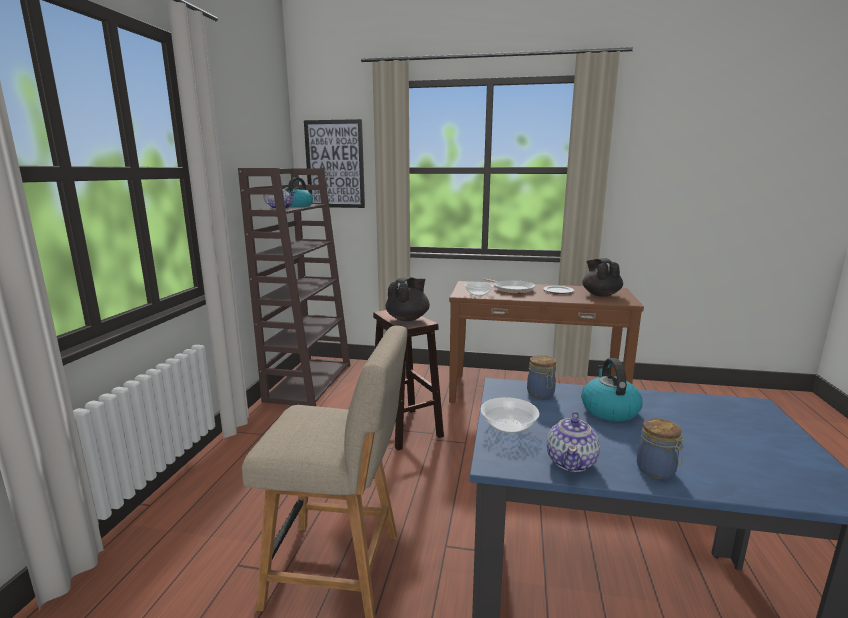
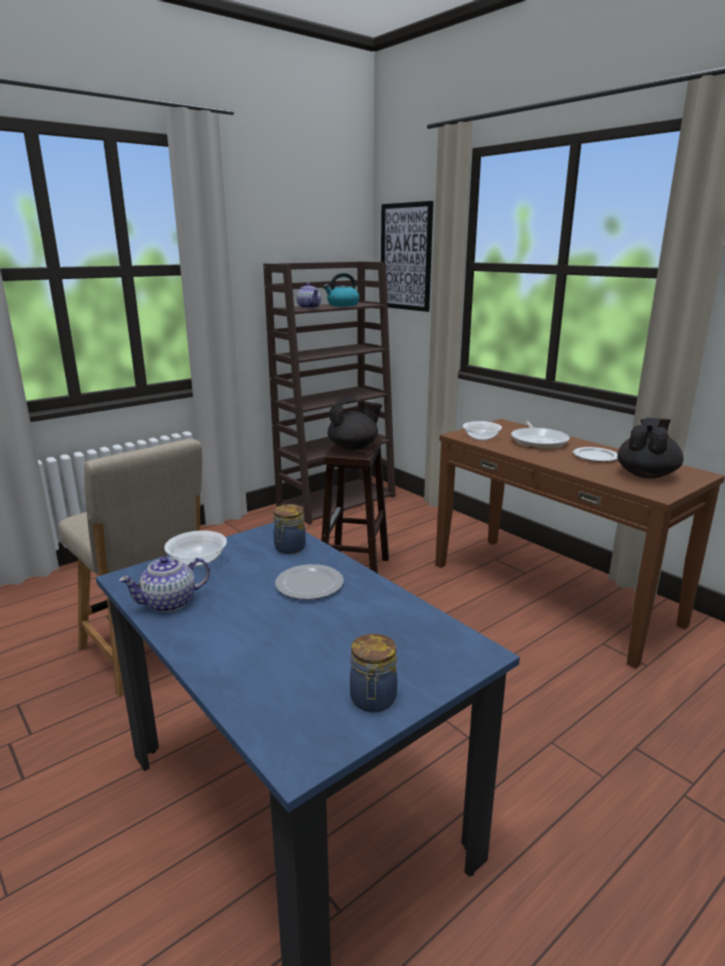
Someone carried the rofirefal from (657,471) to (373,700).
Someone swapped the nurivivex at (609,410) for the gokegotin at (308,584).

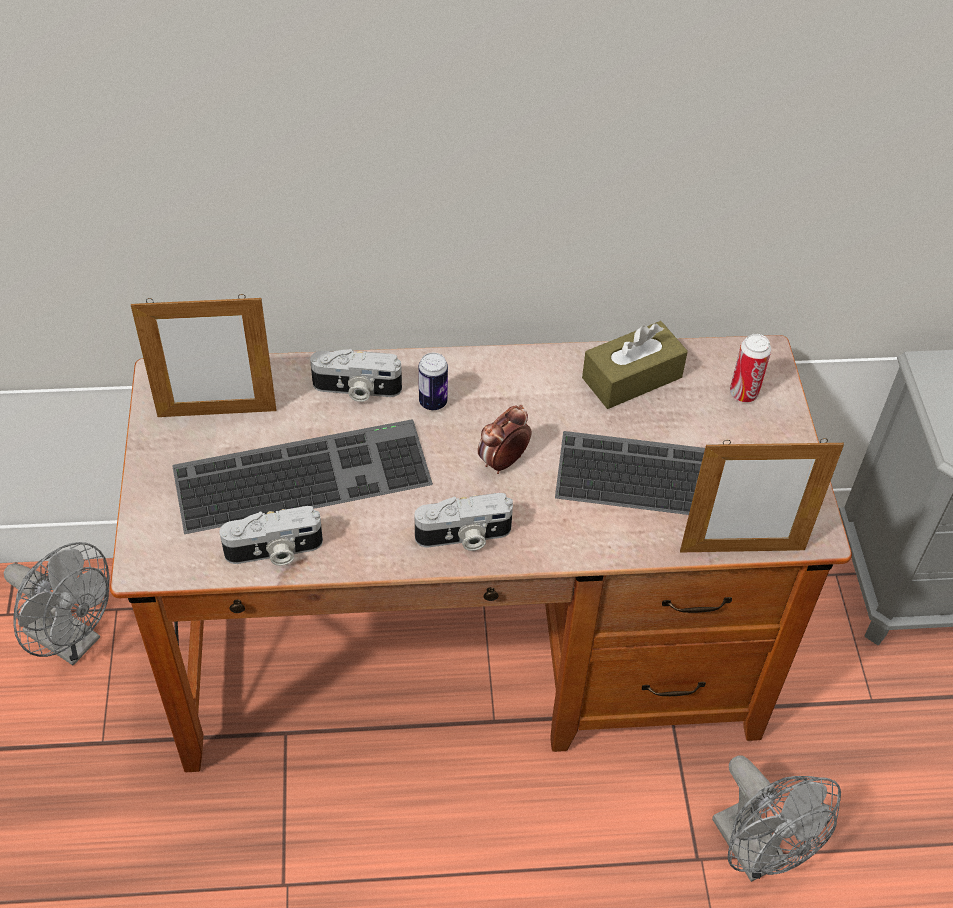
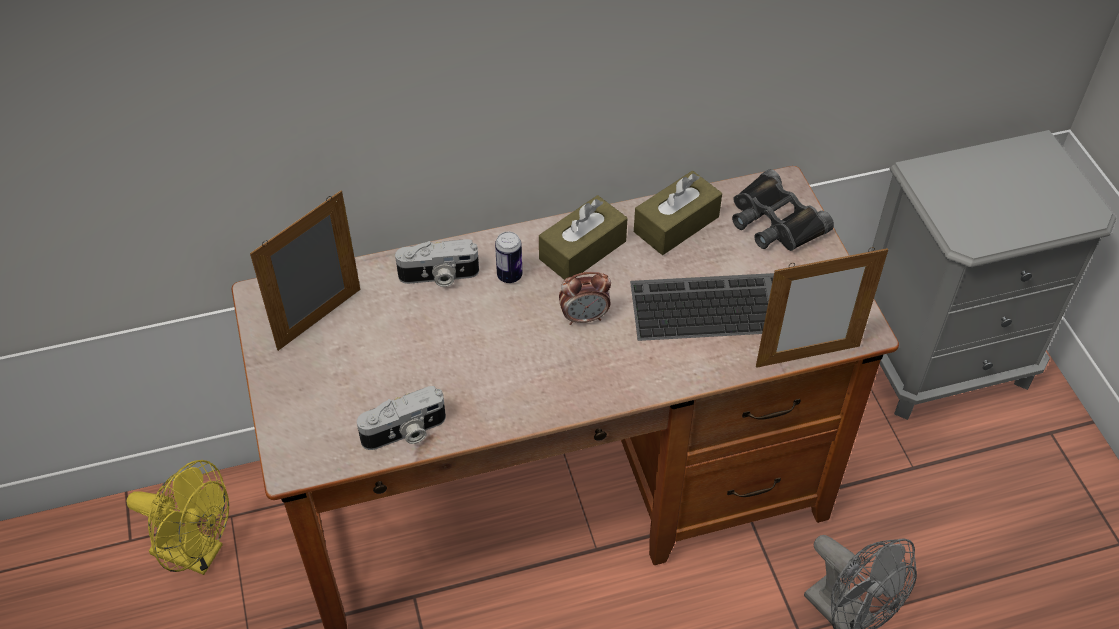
Someone took away the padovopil at (304,472).
Someone took away the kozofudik at (464,537).
Someone put down the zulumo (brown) at (582,250).
Someone swapped the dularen at (743,393) for the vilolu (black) at (774,221).
Someone repainted the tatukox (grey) at (72,641), which became the tatukox (yellow) at (197,553).
Someone rotated the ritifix at (217,413) by 150 degrees clockwise.
Someone rotated the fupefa at (503,462) by 135 degrees counterclockwise.

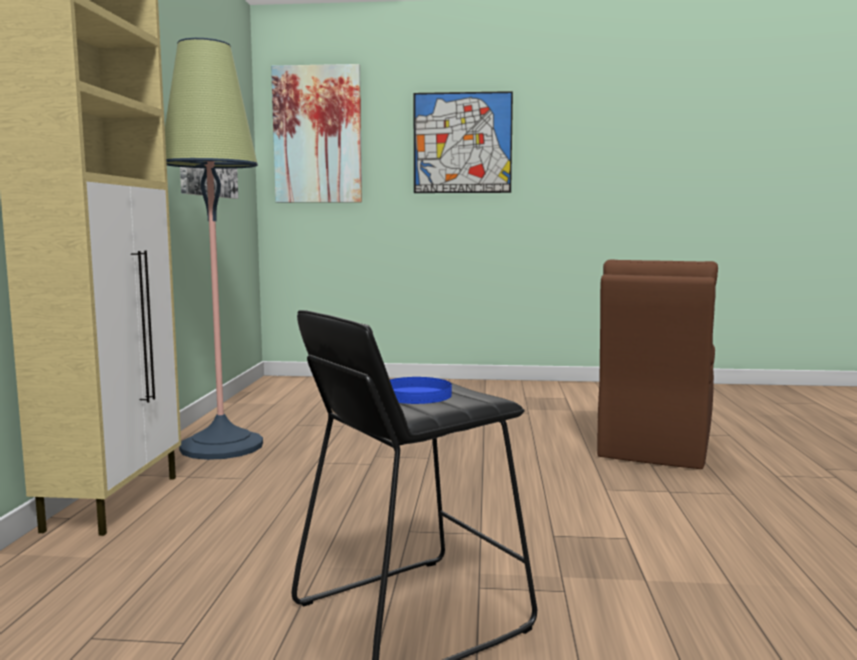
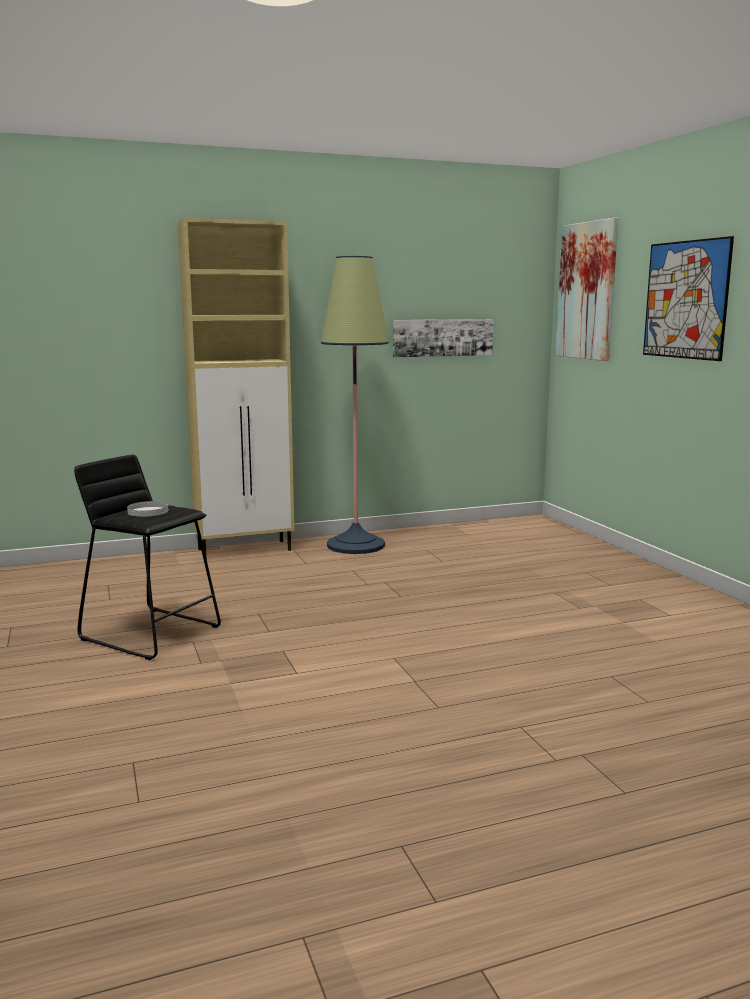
Someone took away the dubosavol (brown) at (654,446).
Someone repainted the gokegotin (blue) at (416,395), which became the gokegotin (white) at (148,511).

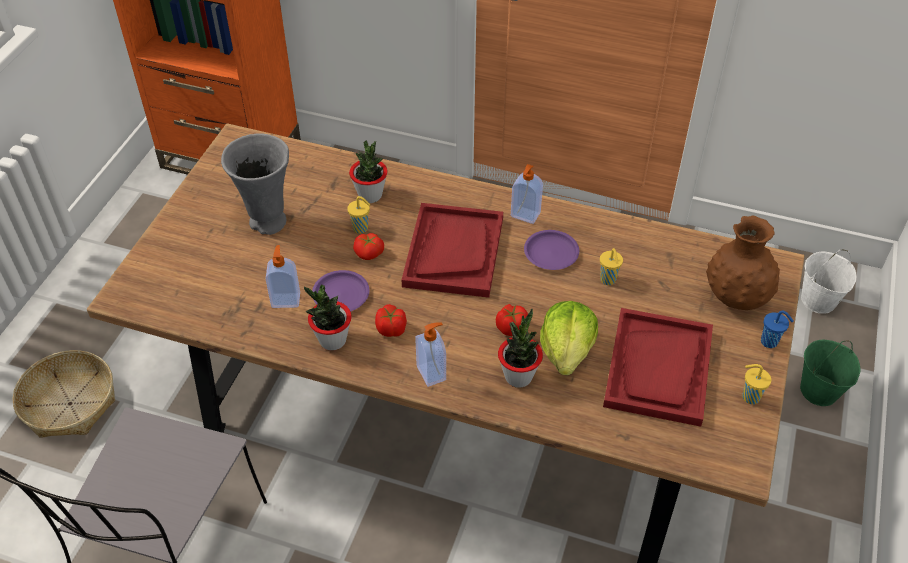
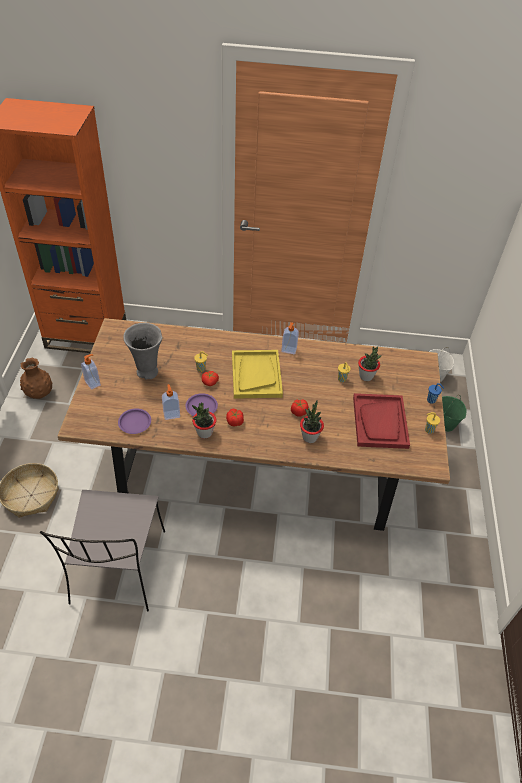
Someone took away the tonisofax at (567,350).
Someone carried the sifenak from (370,195) to (366,376).
Someone carried the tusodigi from (432,373) to (93,383).
Someone carried the gokegotin (purple) from (551,253) to (135,423).
Someone carried the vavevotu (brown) from (736,298) to (39,393).
Someone repainted the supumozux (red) at (453,252), which became the supumozux (yellow) at (256,375).

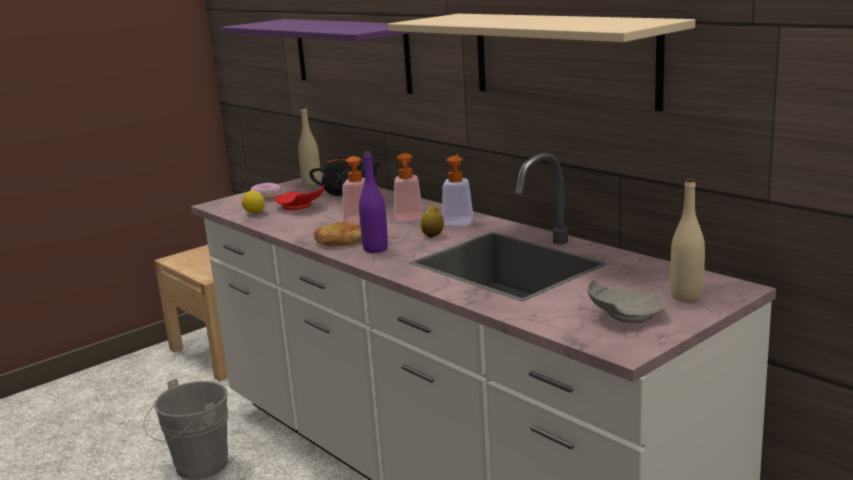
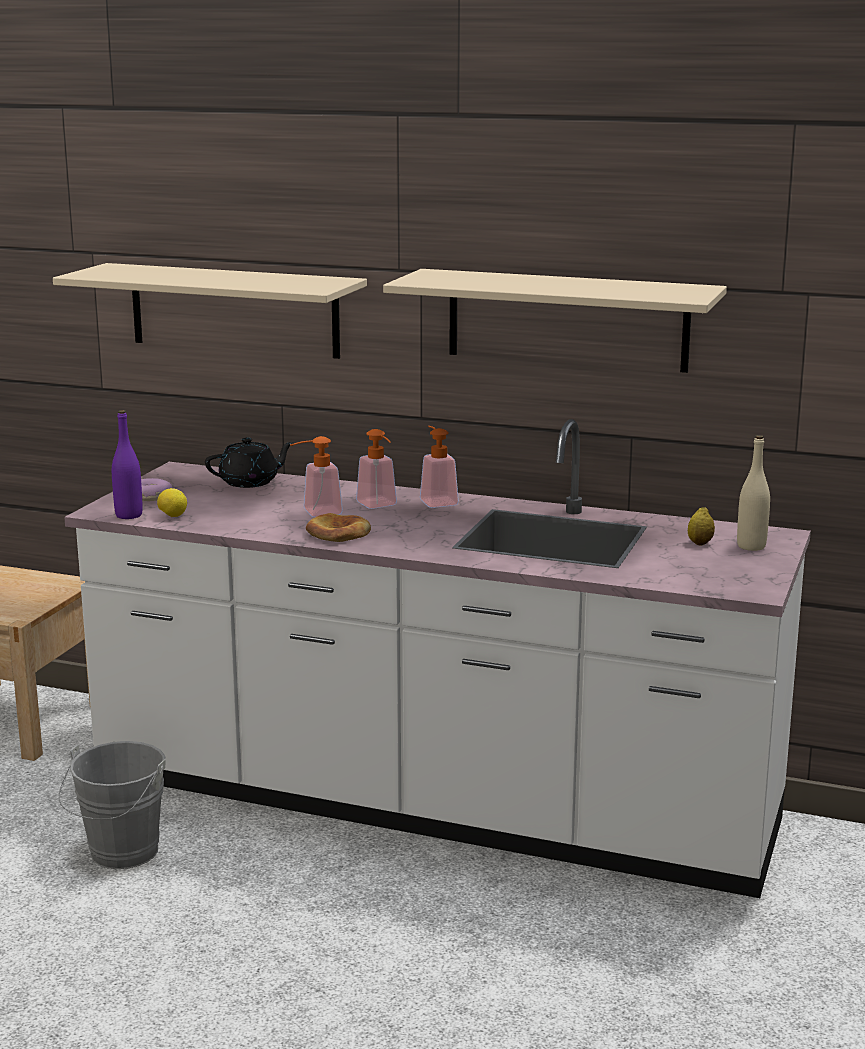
Someone took away the gokegotin (red) at (299,207).
Someone took away the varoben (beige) at (311,183).
Someone took away the gokegotin (grey) at (624,315).
Someone carried the varoben (purple) from (375,249) to (129,515).
Someone carried the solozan from (432,236) to (700,543).
Someone repainted the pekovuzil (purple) at (351,54), which became the pekovuzil (beige) at (234,310).

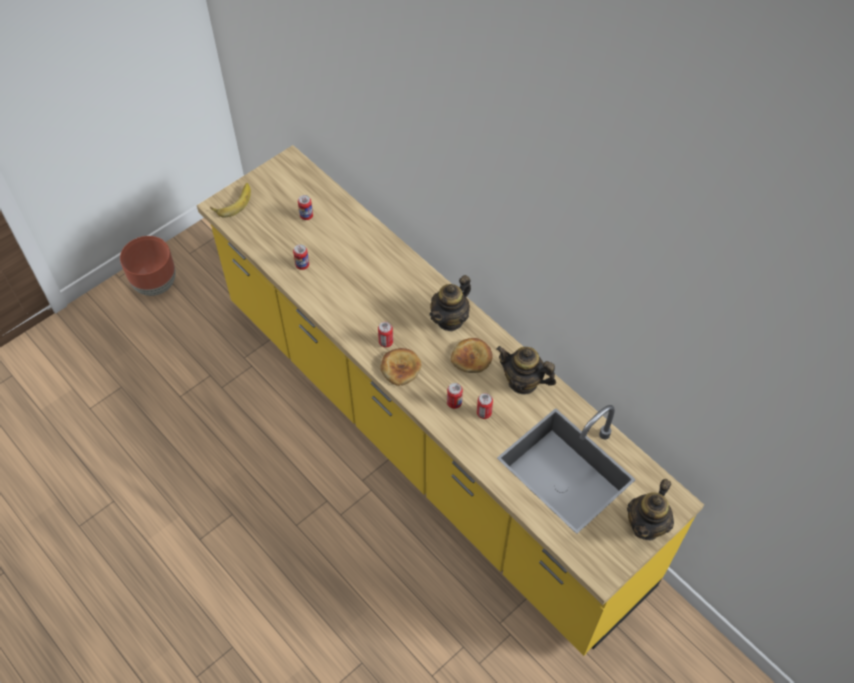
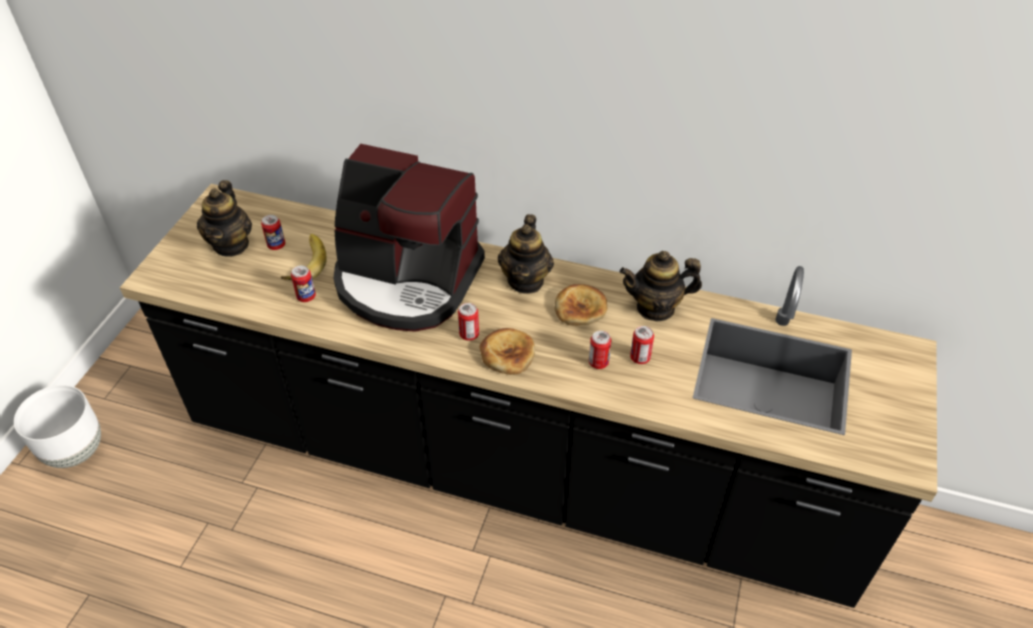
Someone put down the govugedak at (407,281).
Someone carried the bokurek from (232,201) to (304,262).
Someone carried the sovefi from (646,525) to (231,244).
Someone repainted the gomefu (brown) at (156,284), which became the gomefu (white) at (75,450).
Someone repainted the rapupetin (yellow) at (427,439), which became the rapupetin (black) at (516,469).

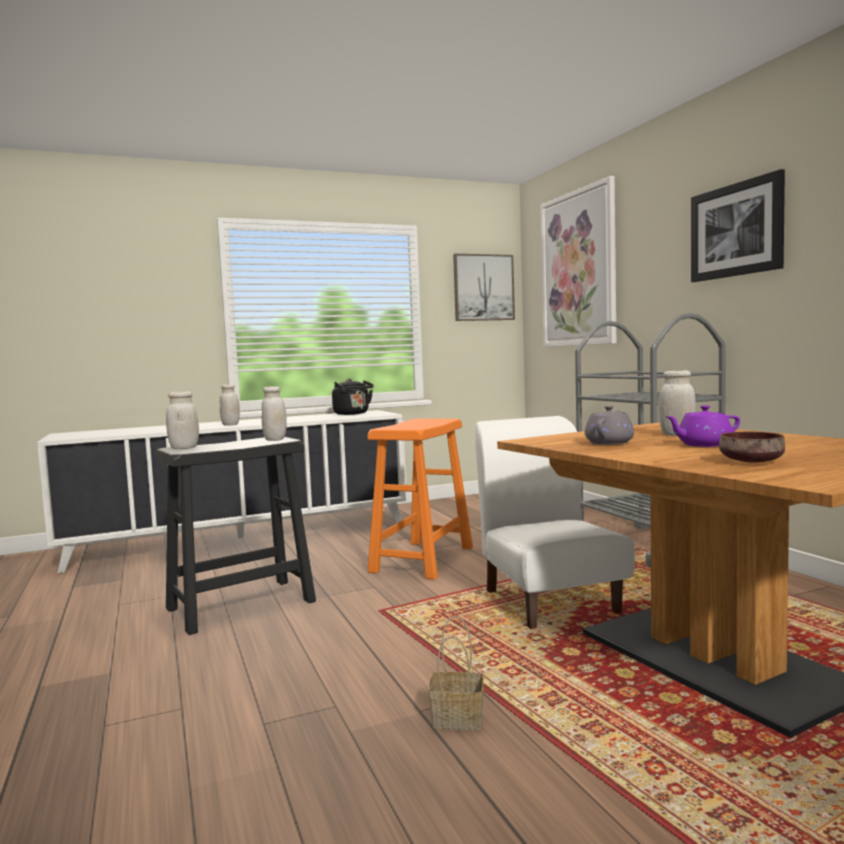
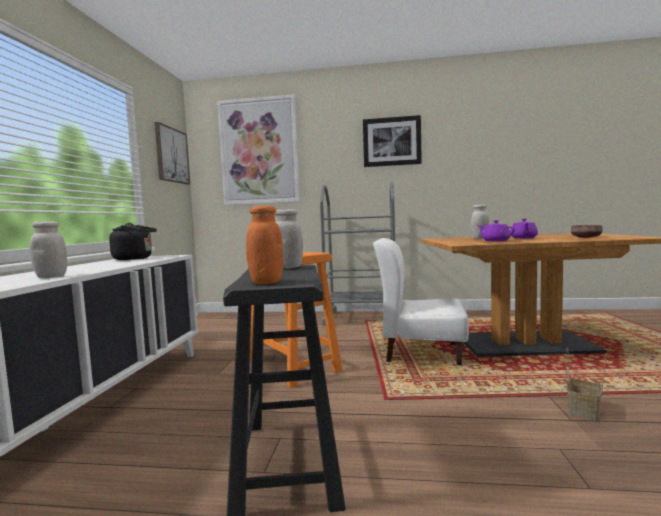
Someone repainted the rofirefal (white) at (184,448), which became the rofirefal (orange) at (266,282).
Someone repainted the sovefi (grey) at (609,442), which became the sovefi (purple) at (495,241).

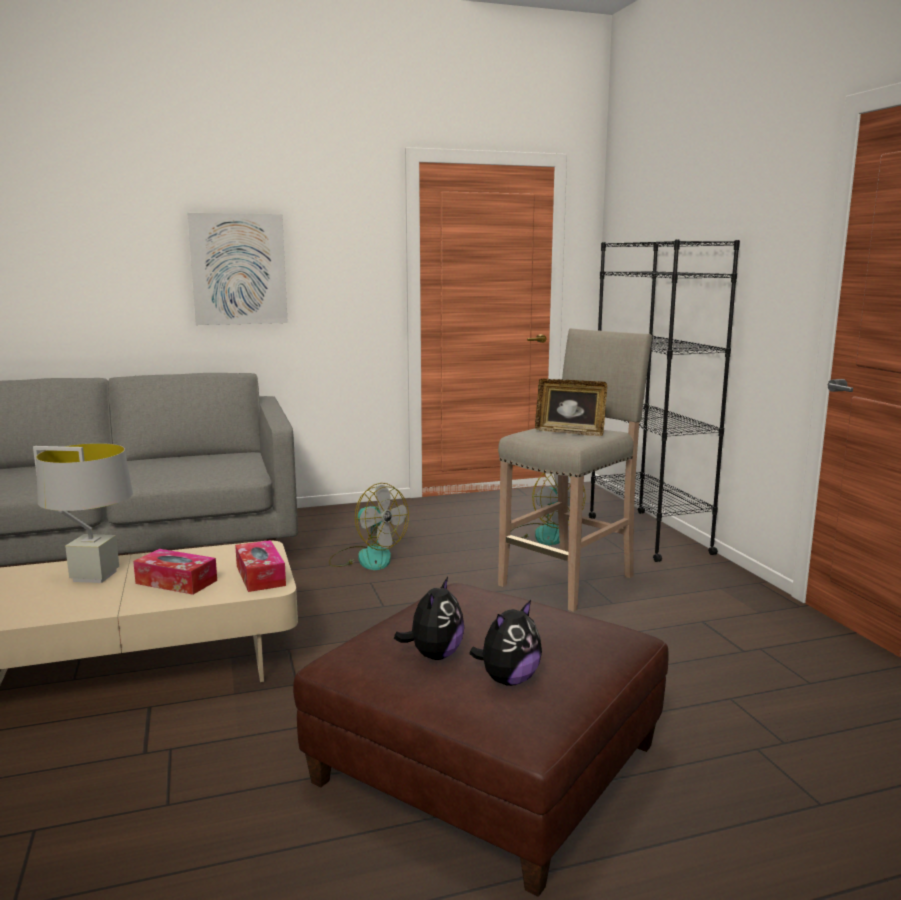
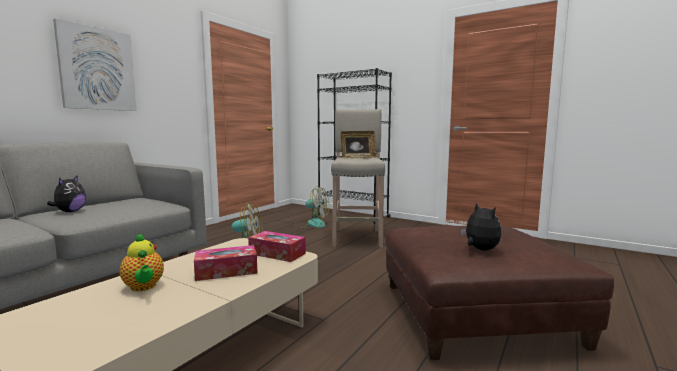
Someone carried the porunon from (508,680) to (70,212).
Someone swapped the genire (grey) at (94,576) for the sovefi at (144,287).

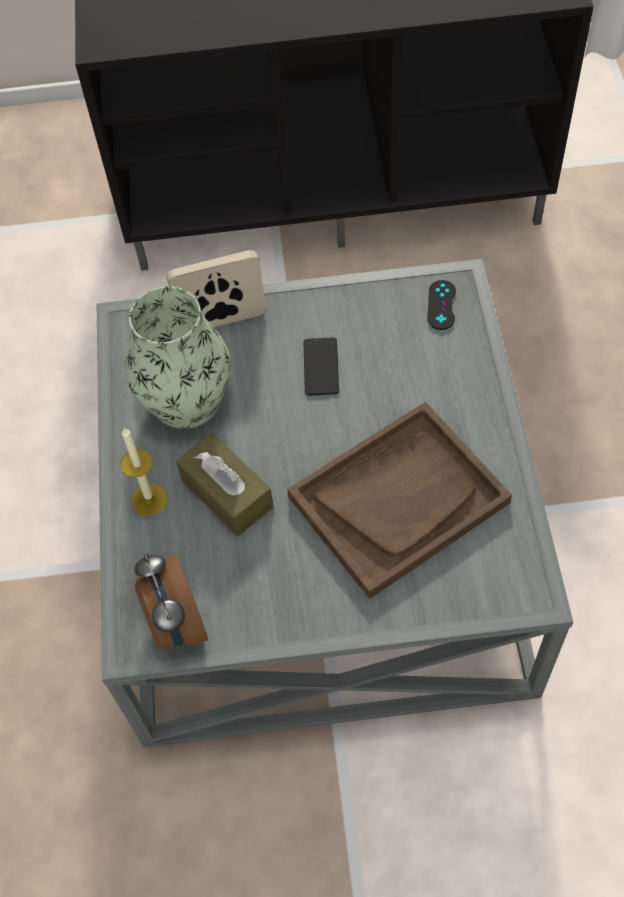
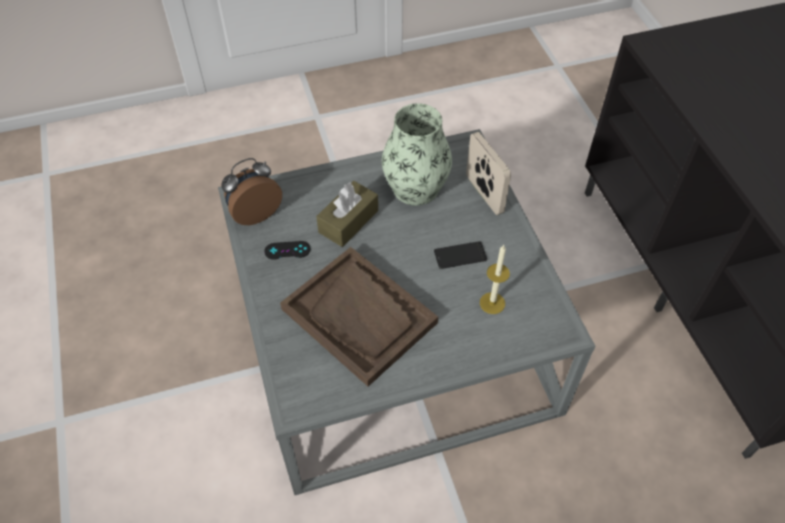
Someone carried the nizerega from (149,499) to (492,303).
Someone carried the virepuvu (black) from (441,305) to (287,250).

